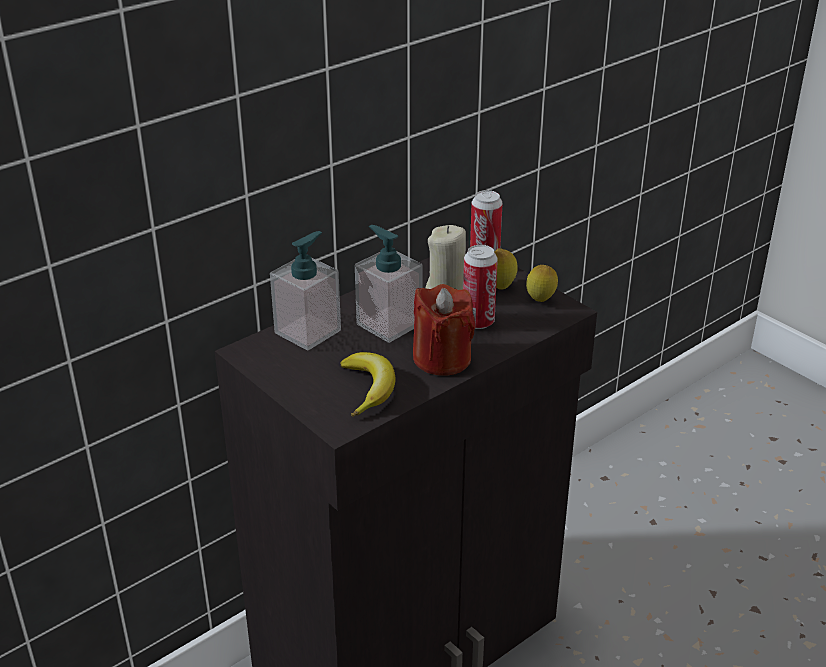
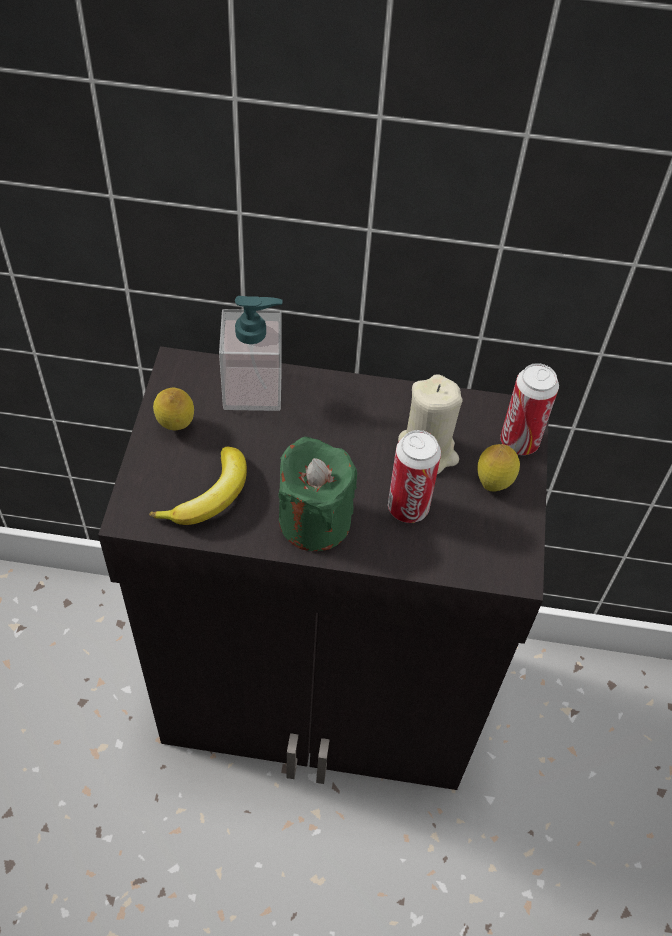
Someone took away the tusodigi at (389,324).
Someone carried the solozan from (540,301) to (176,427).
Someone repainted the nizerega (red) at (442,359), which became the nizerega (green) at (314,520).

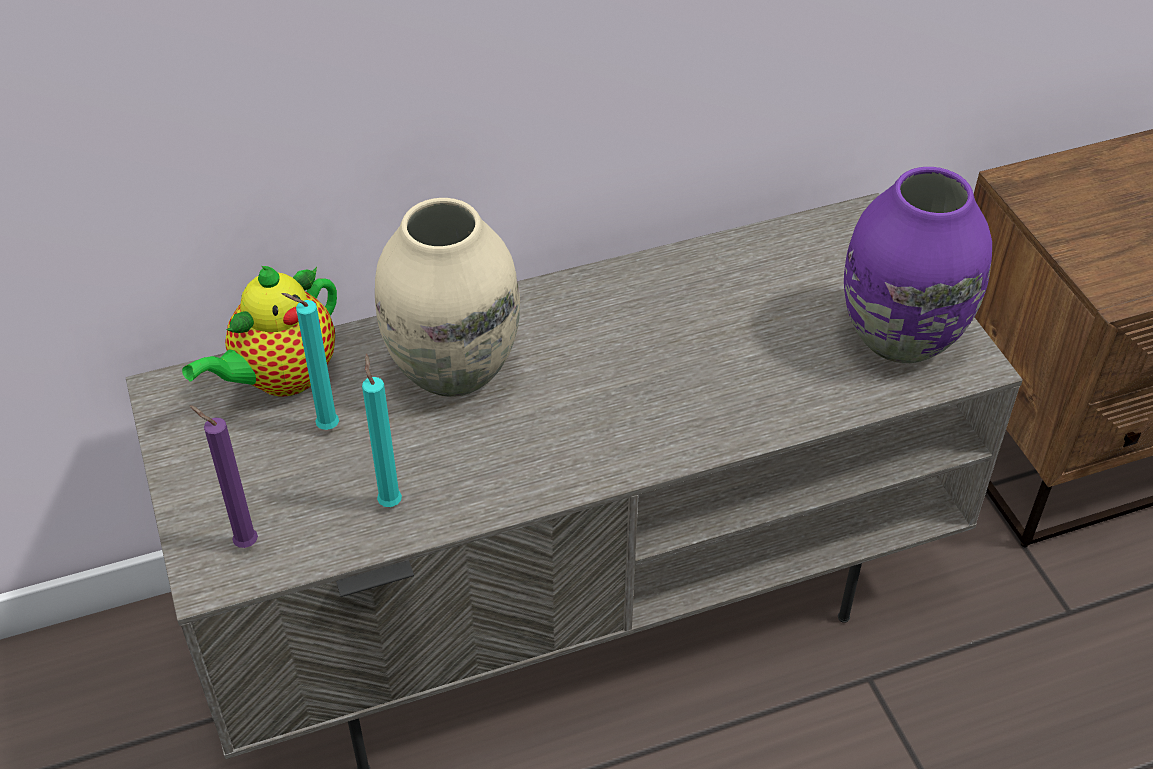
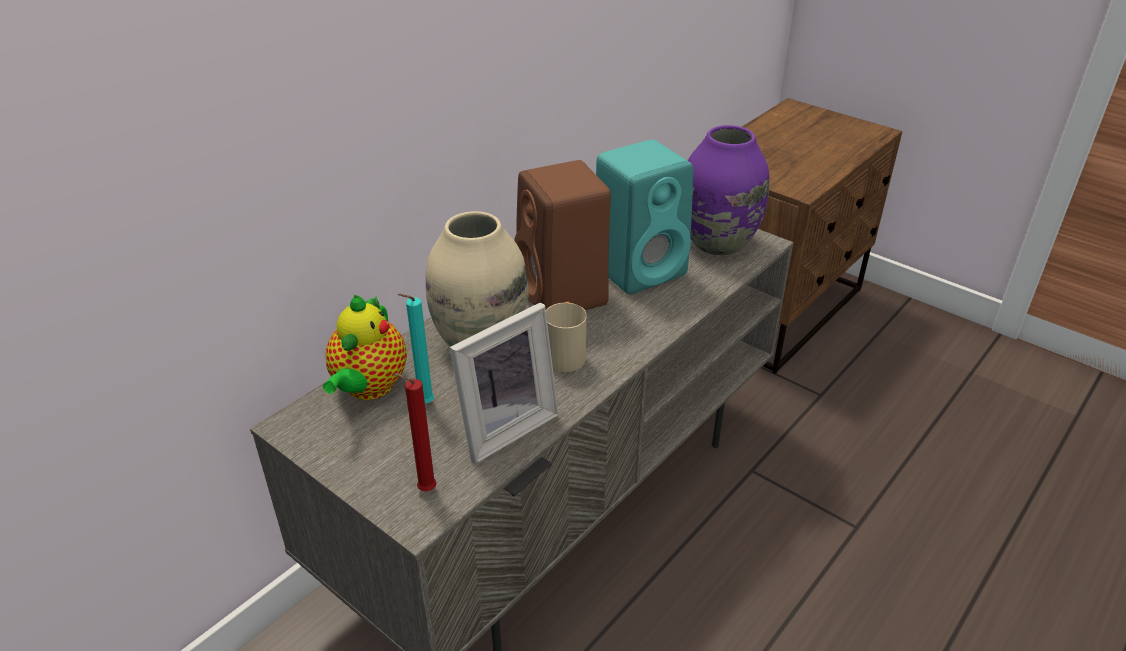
Someone put down the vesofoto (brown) at (564,295).
Someone put down the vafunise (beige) at (565,354).
Someone put down the vesofoto (turquoise) at (641,268).
Someone swapped the nizerega (turquoise) at (390,500) for the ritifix at (503,427).
Someone repainted the nizerega (purple) at (243,543), which became the nizerega (red) at (424,490).

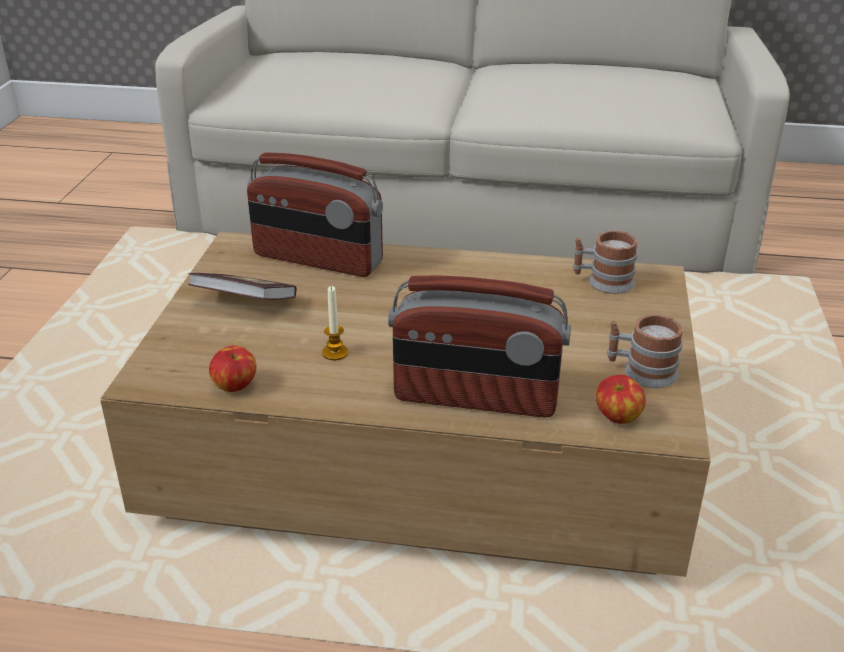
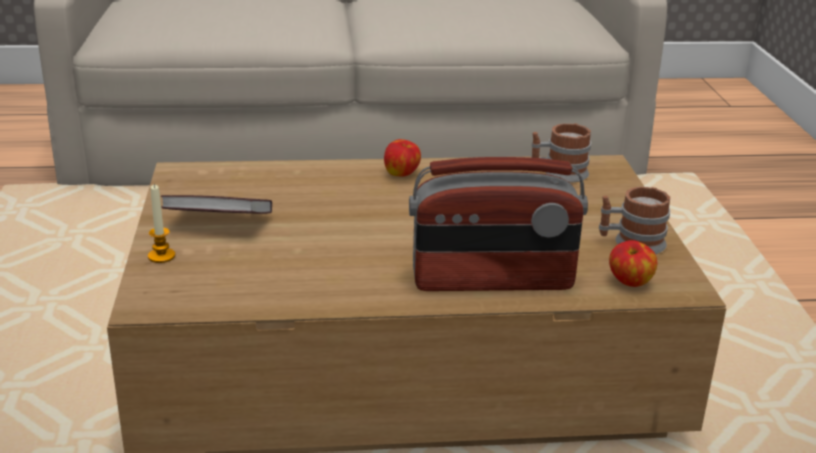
Someone took away the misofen at (317,260).
Someone carried the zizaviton from (235,386) to (402,174).
Someone carried the nizerega from (335,353) to (161,256).

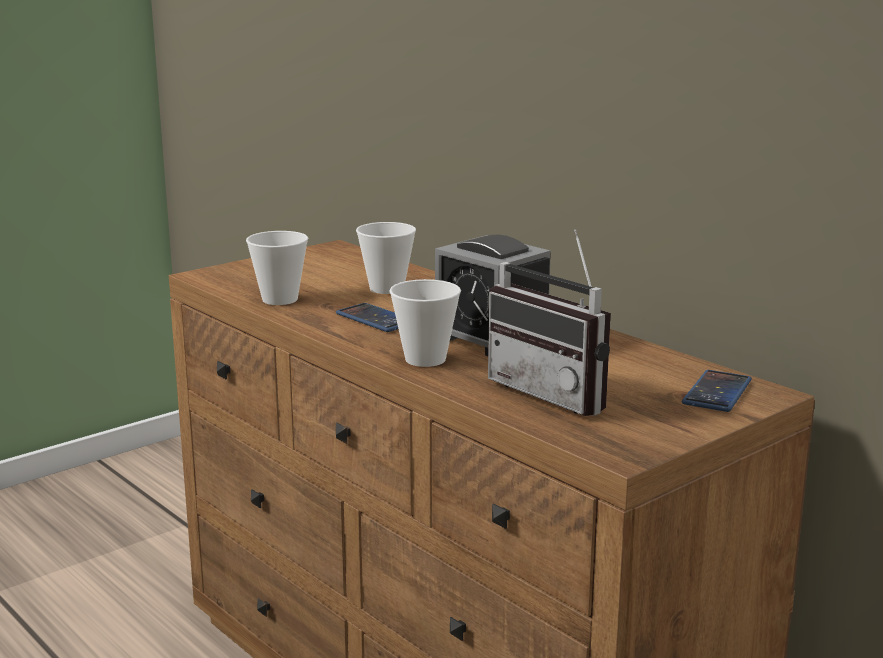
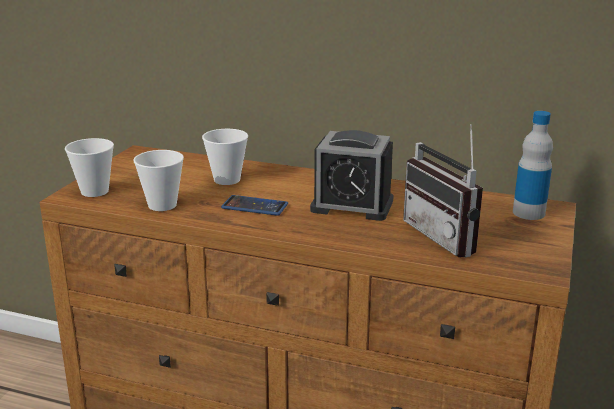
Someone carried the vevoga from (425,359) to (94,191).
Someone swapped the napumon at (717,392) for the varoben at (528,213).
Someone rotated the misofen at (557,393) by 45 degrees clockwise.

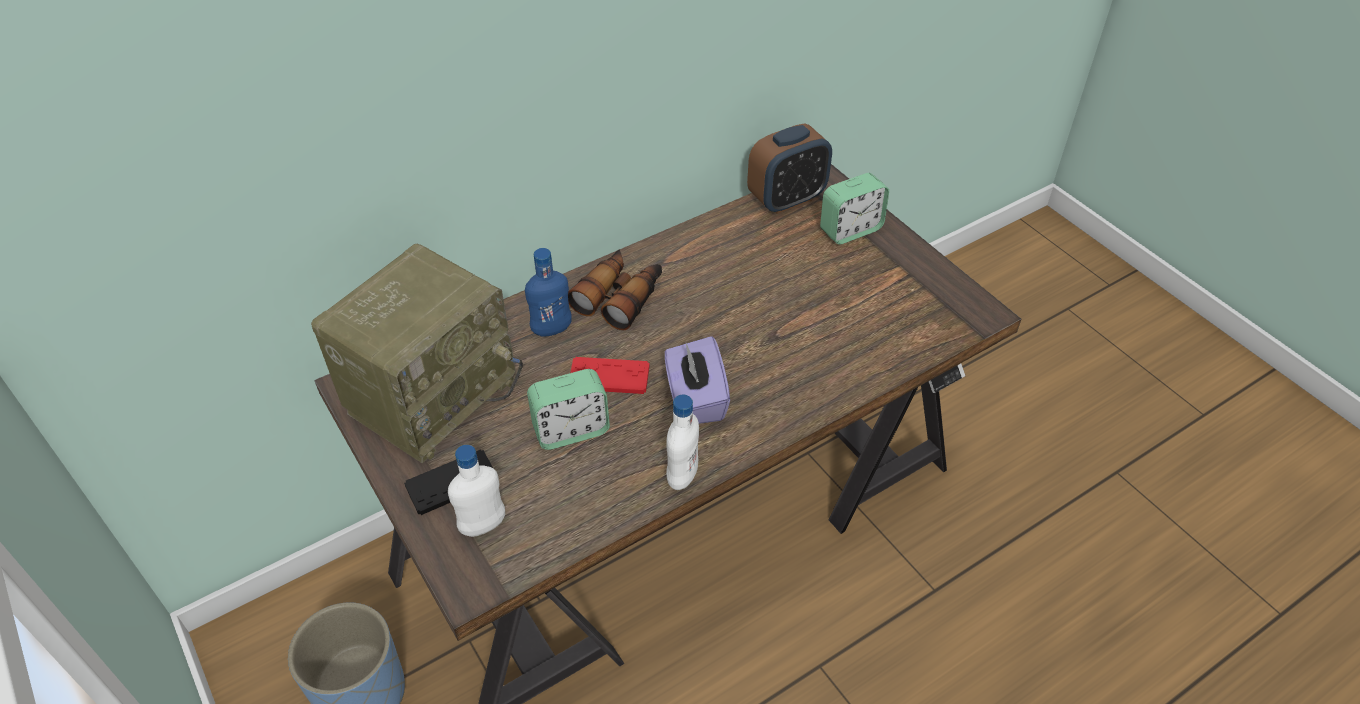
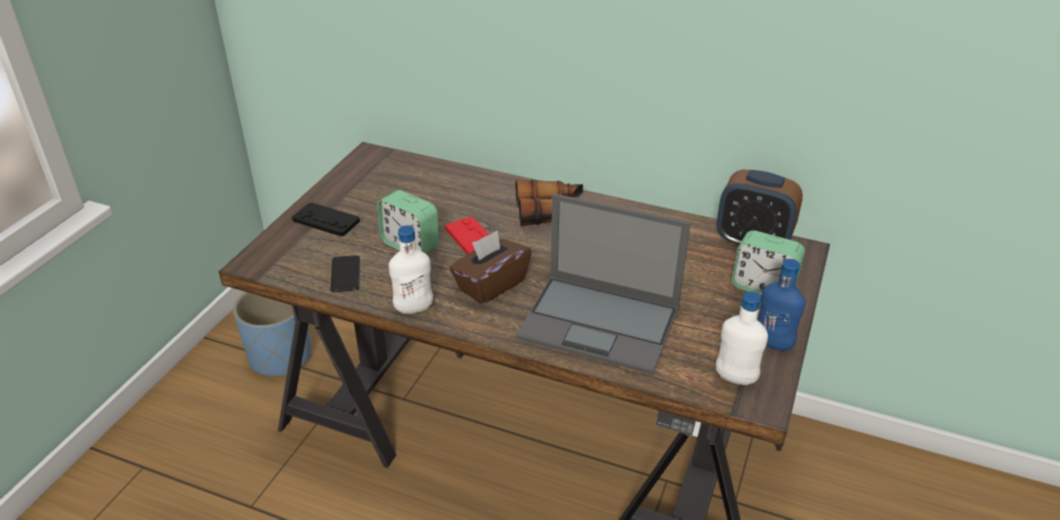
Someone took away the misofen at (432,393).
Someone put down the napumon at (345,274).
Someone put down the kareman at (601,323).
Someone carried the varoben (white) from (483,526) to (735,378).
Someone carried the varoben (blue) from (551,329) to (773,343).
Someone repainted the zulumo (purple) at (695,399), which became the zulumo (brown) at (491,284).

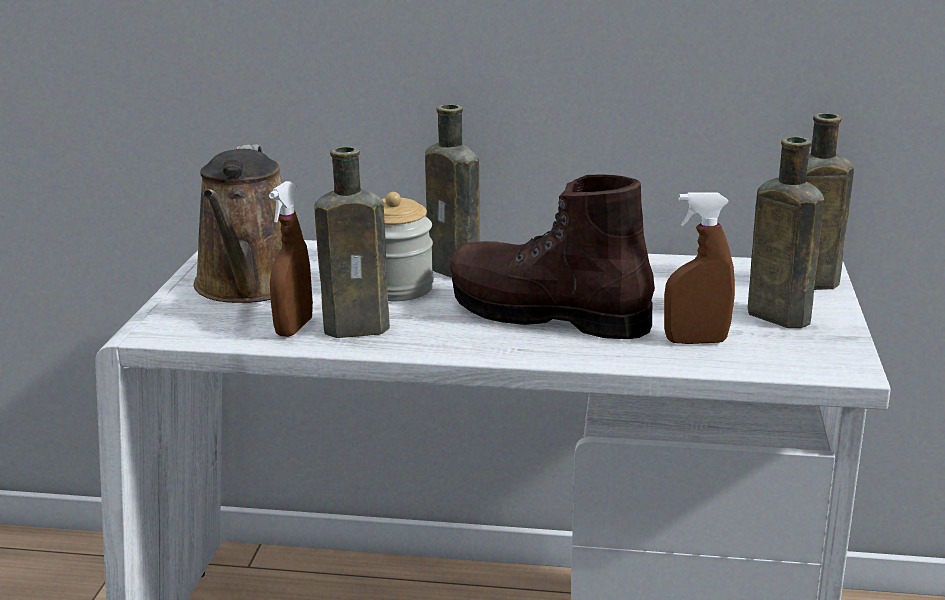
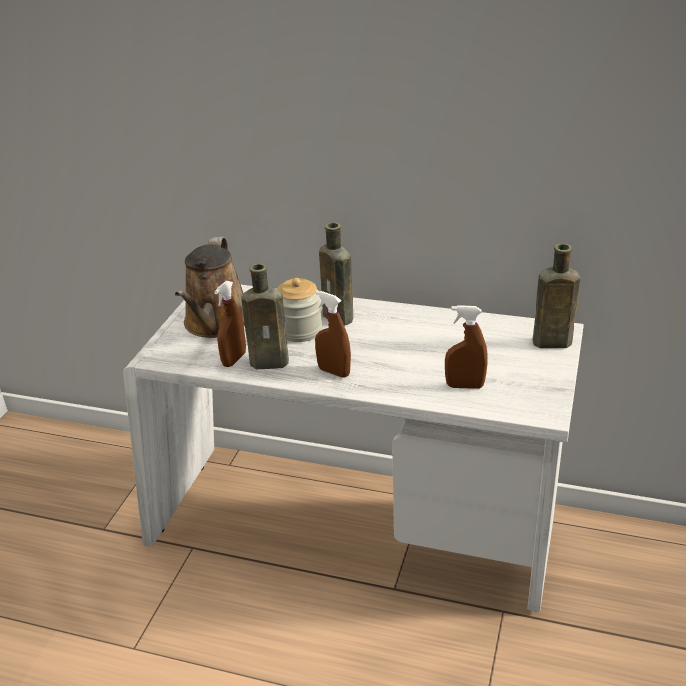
Someone took away the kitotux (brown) at (546,315).
Someone took away the varoben (brown) at (774,315).
Someone put down the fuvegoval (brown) at (334,372).

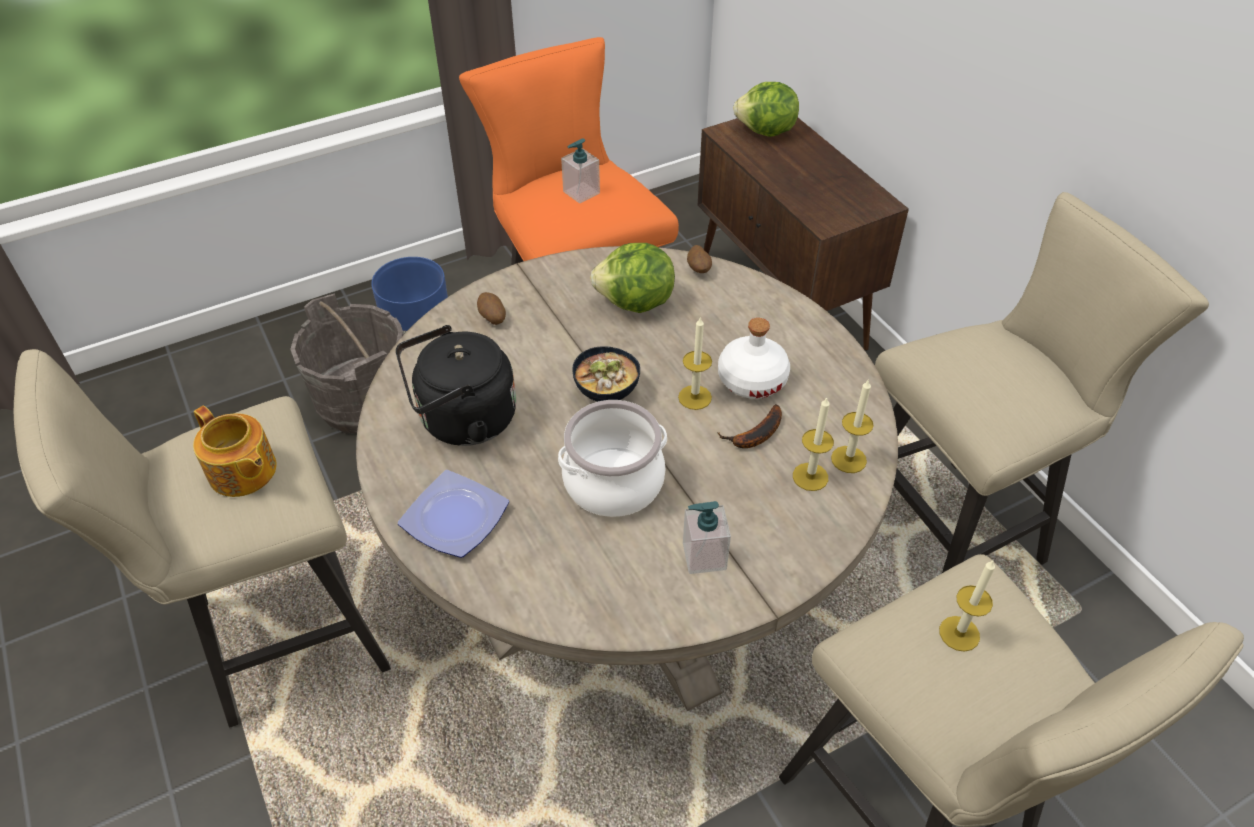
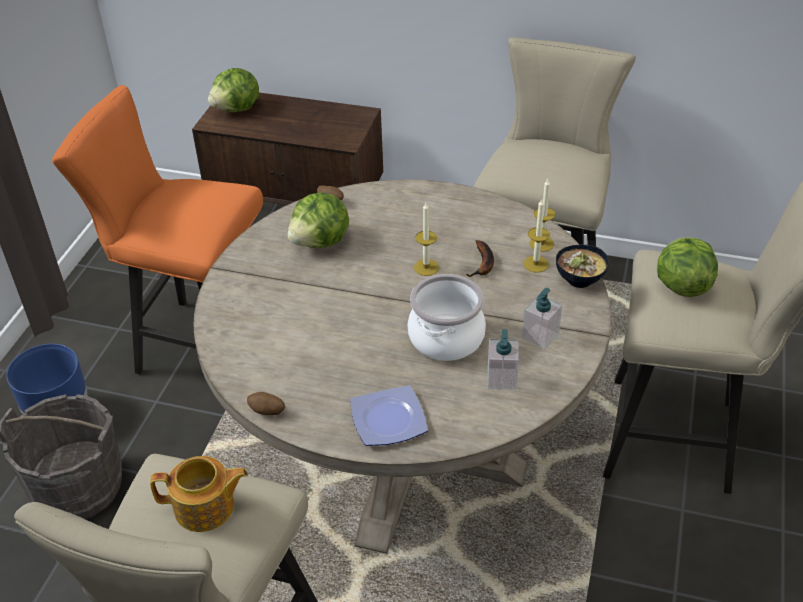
Someone took away the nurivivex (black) at (462,421).
Someone took away the varoben (white) at (751,379).
Someone carried the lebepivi from (492,318) to (267,412).
Someone carried the tusodigi from (581,192) to (501,379).
Someone carried the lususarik from (606,391) to (578,279).
Someone swapped the nizerega at (959,633) for the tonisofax at (682,286).

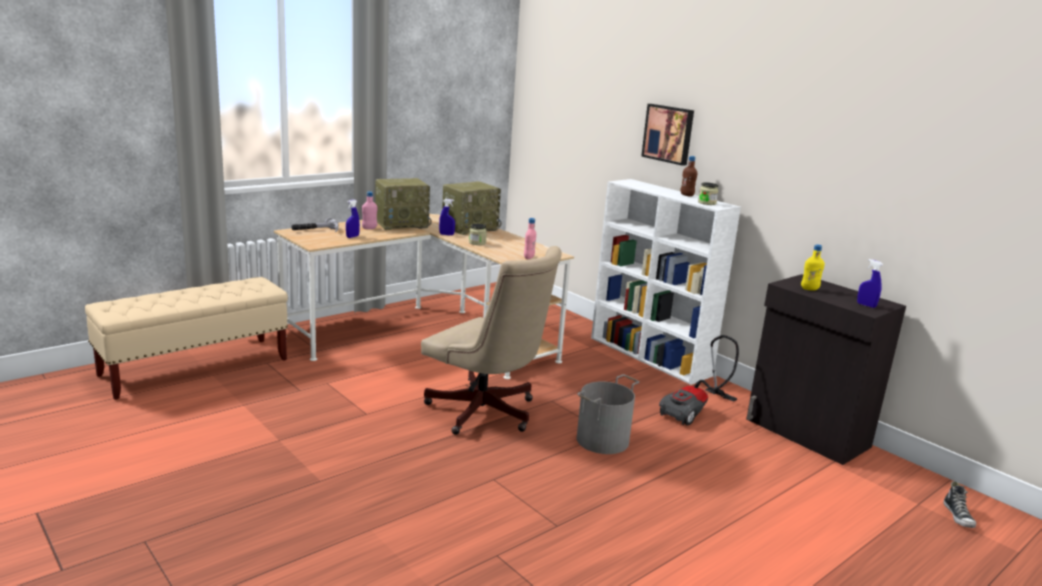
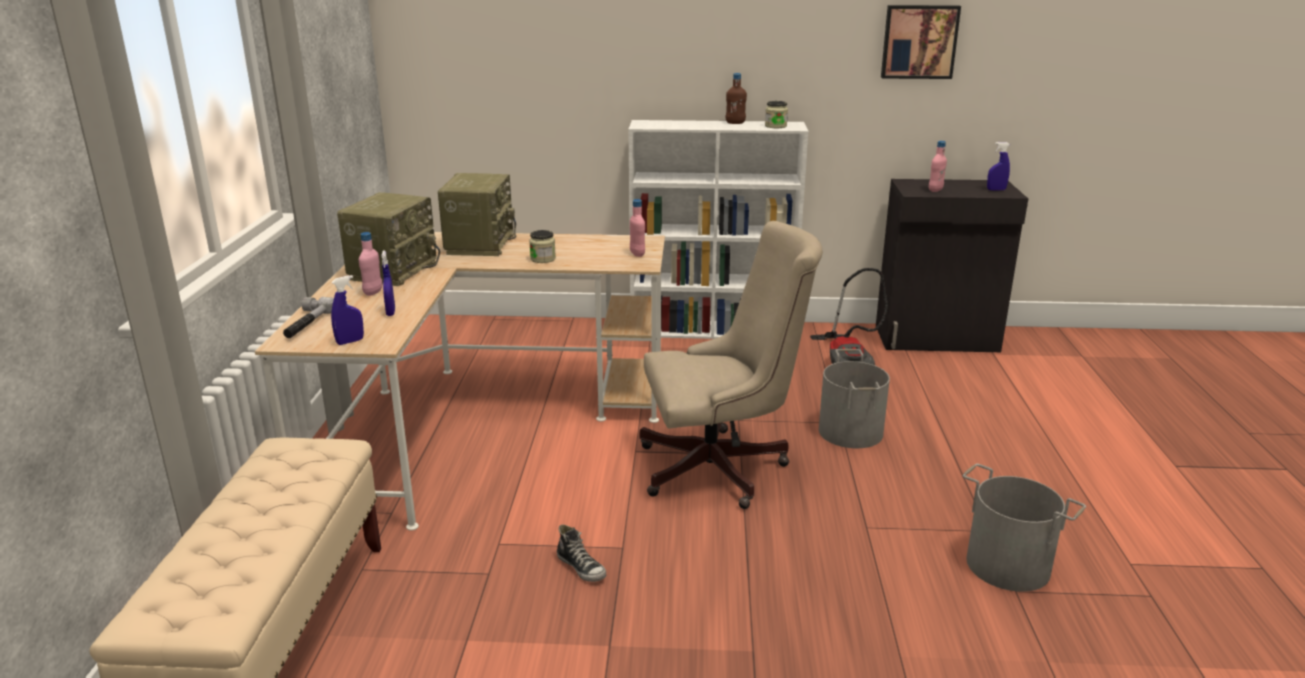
Someone put down the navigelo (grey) at (1007,566).
Someone carried the fuvegoval (blue) from (446,234) to (350,341).
Someone carried the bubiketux from (669,134) to (919,41).
Someone carried the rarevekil from (958,516) to (581,568).
Someone repainted the varoben (yellow) at (809,289), which became the varoben (pink) at (935,190).

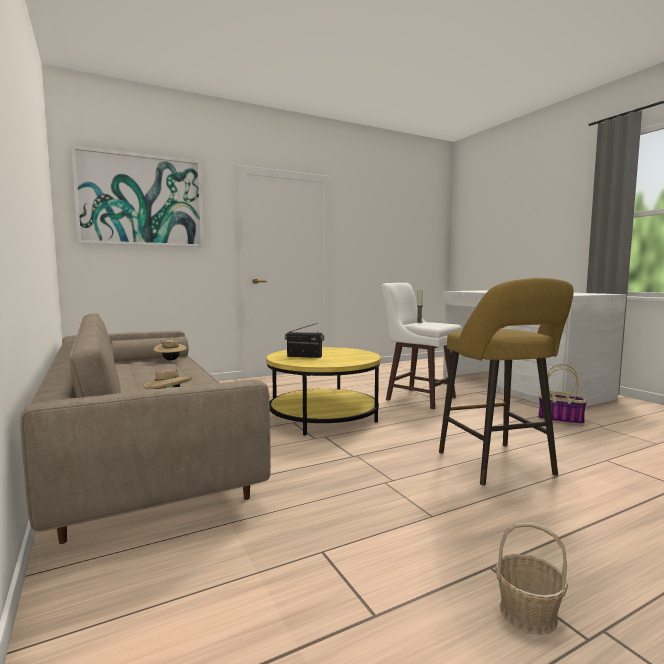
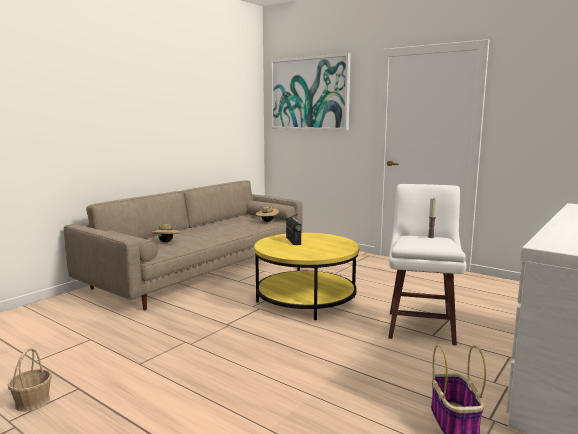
Someone took away the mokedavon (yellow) at (499,466).

